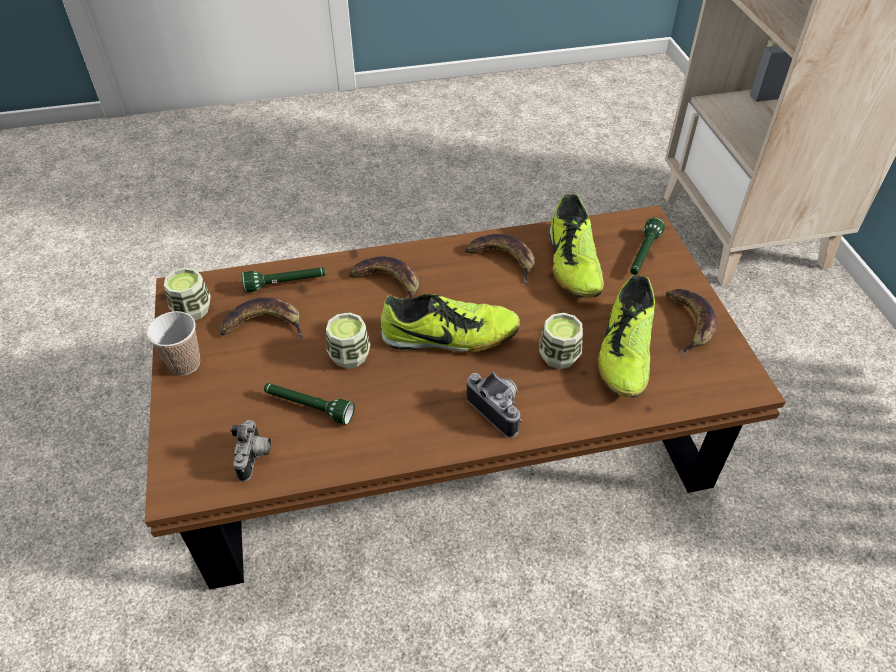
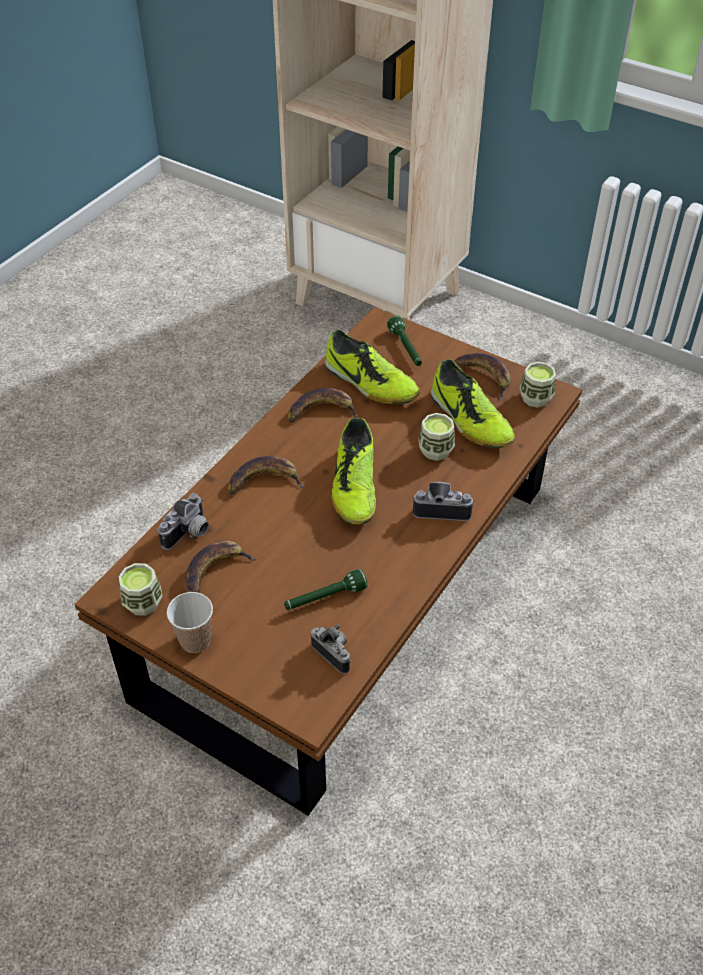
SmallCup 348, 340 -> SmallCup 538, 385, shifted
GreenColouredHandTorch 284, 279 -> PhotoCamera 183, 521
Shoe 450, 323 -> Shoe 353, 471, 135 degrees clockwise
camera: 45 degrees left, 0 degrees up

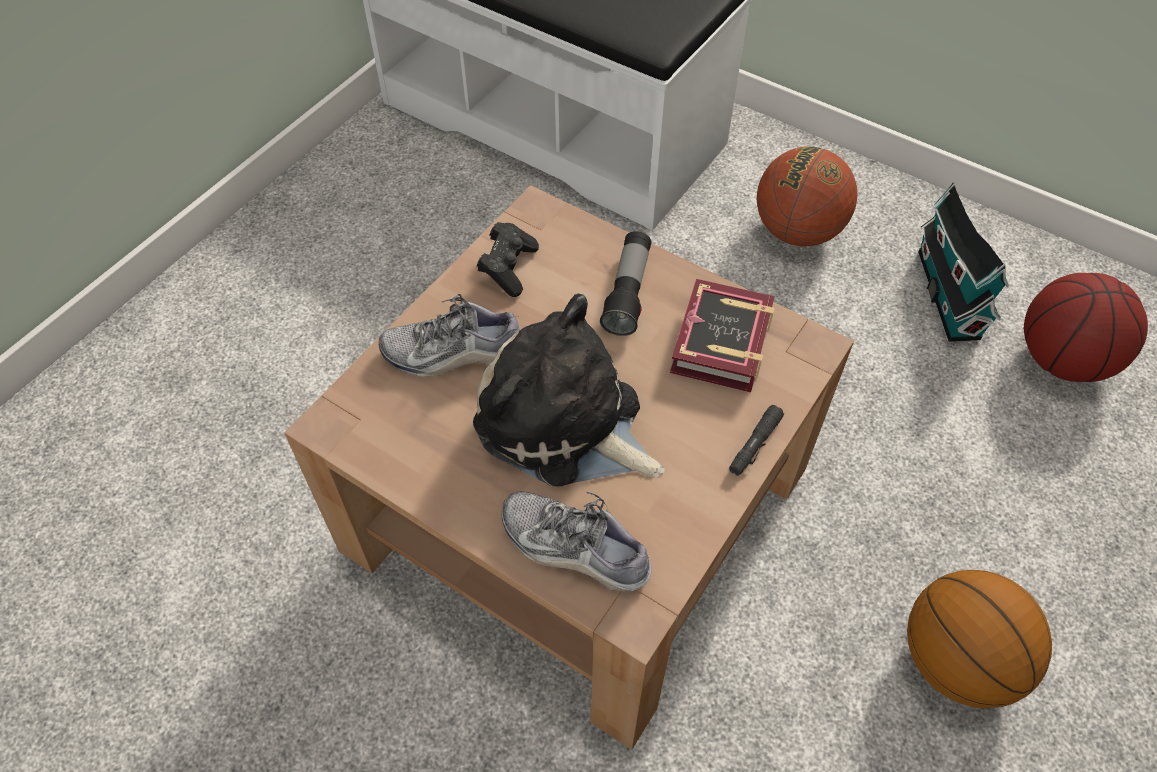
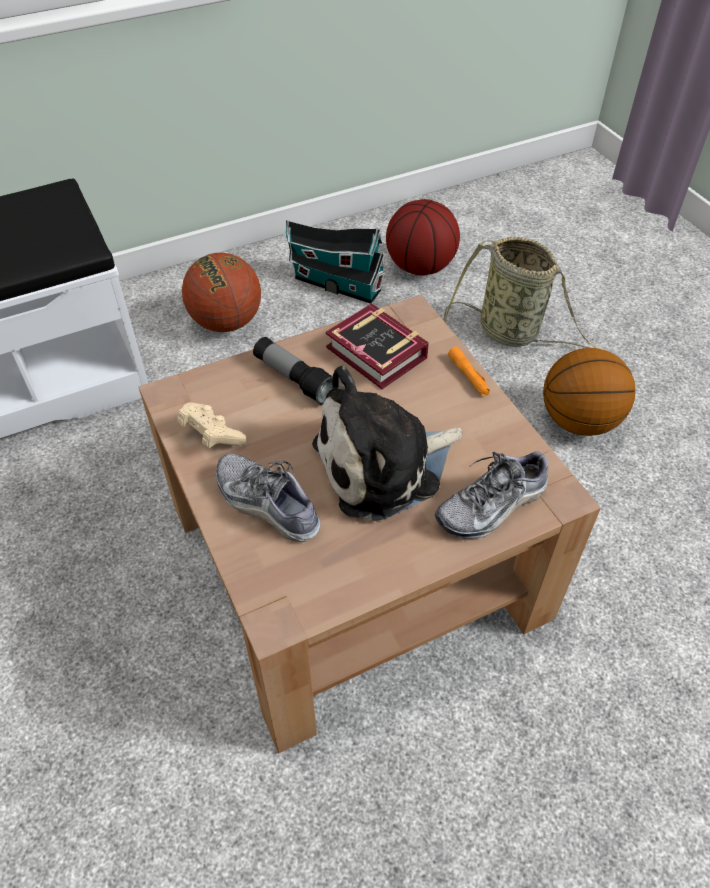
none -> HouseholdBasket 521, 293
BlackGamepad 508, 259 -> BeigeGamepad 212, 425
BlackHandTorch 756, 440 -> OrangeHandTorch 469, 371
Shoe 449, 335 -> Shoe 268, 497, 105 degrees clockwise
camera: 60 degrees left, 5 degrees down

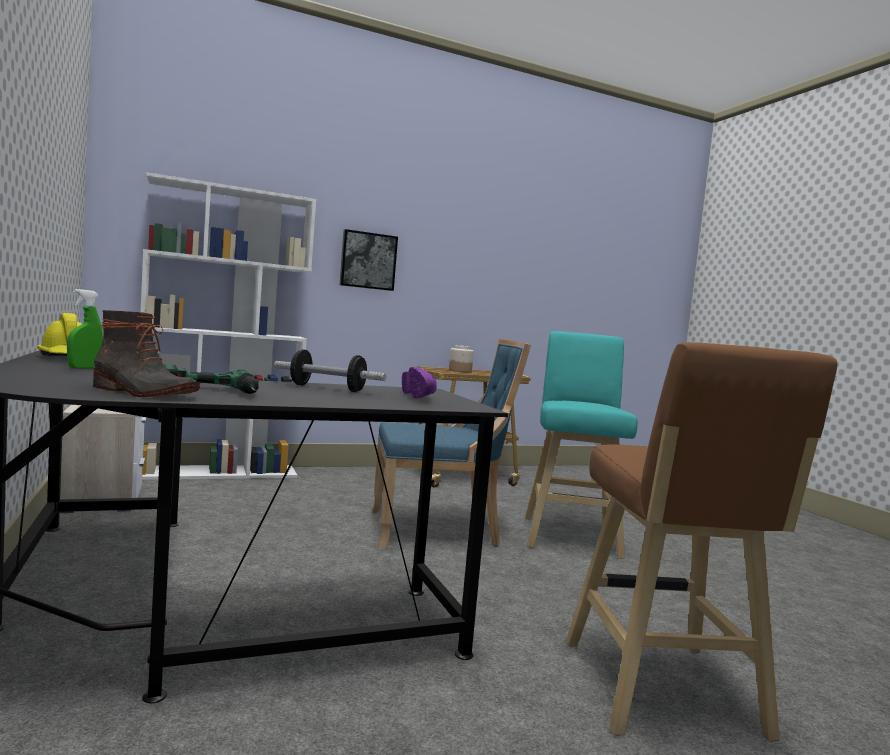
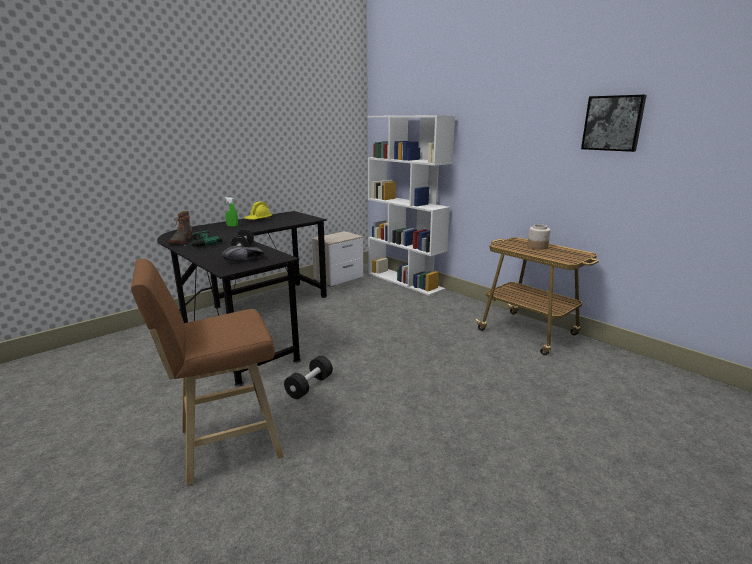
BlueColouredPlainChair 451, 444 -> none
BlueGreenSittingStool 581, 445 -> none
none -> BlackDumbbell 308, 377
Picture 369, 260 -> Picture 614, 123, shifted
PurpleColouredShoe 419, 383 -> BlackShoe 243, 253
camera: 70 degrees right, 15 degrees up

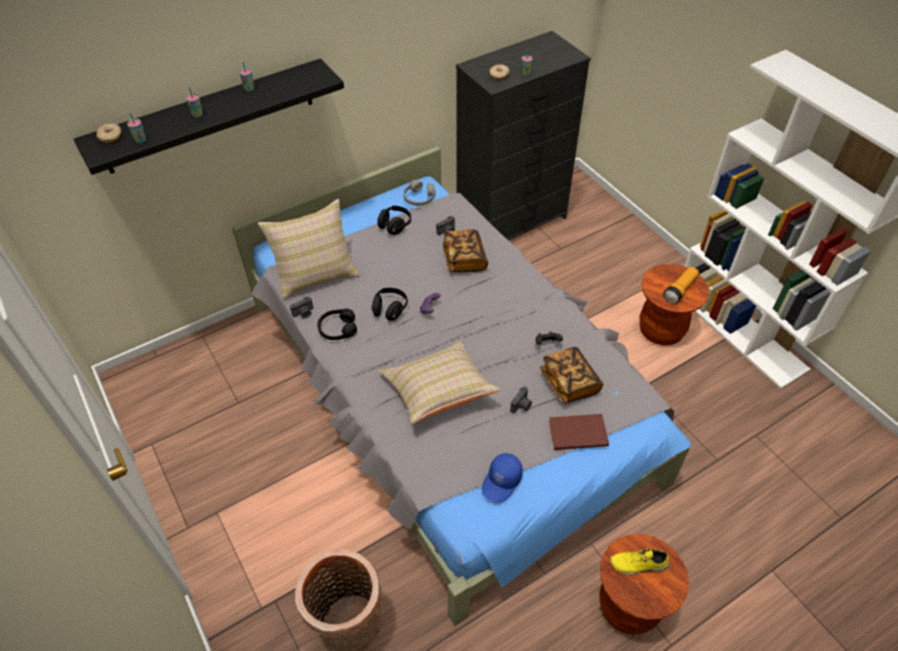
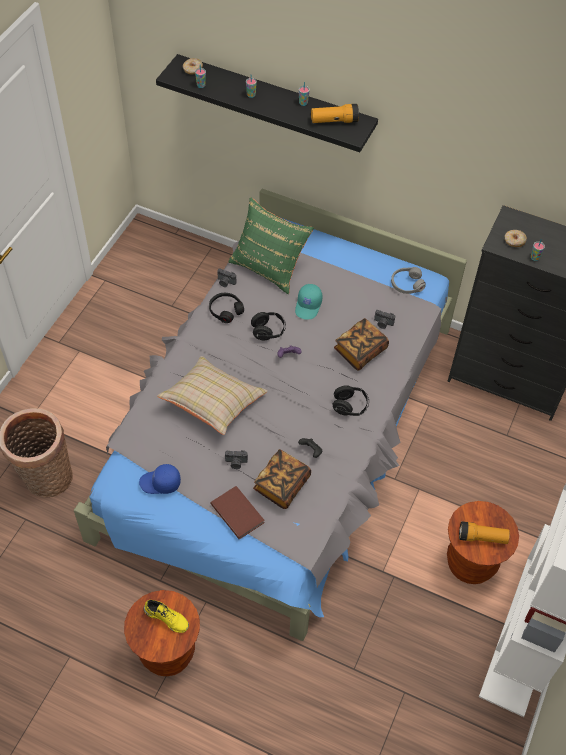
none -> BlueGreenCap 308, 302
none -> HandTorch 335, 113
BlackHeadset 394, 220 -> BlackHeadset 351, 400, shifted
BeigeCushion 309, 249 -> GreenColouredCushion 271, 245
YellowishShoe 639, 561 -> YellowishShoe 166, 616, 150 degrees clockwise
camera: 55 degrees right, 5 degrees up

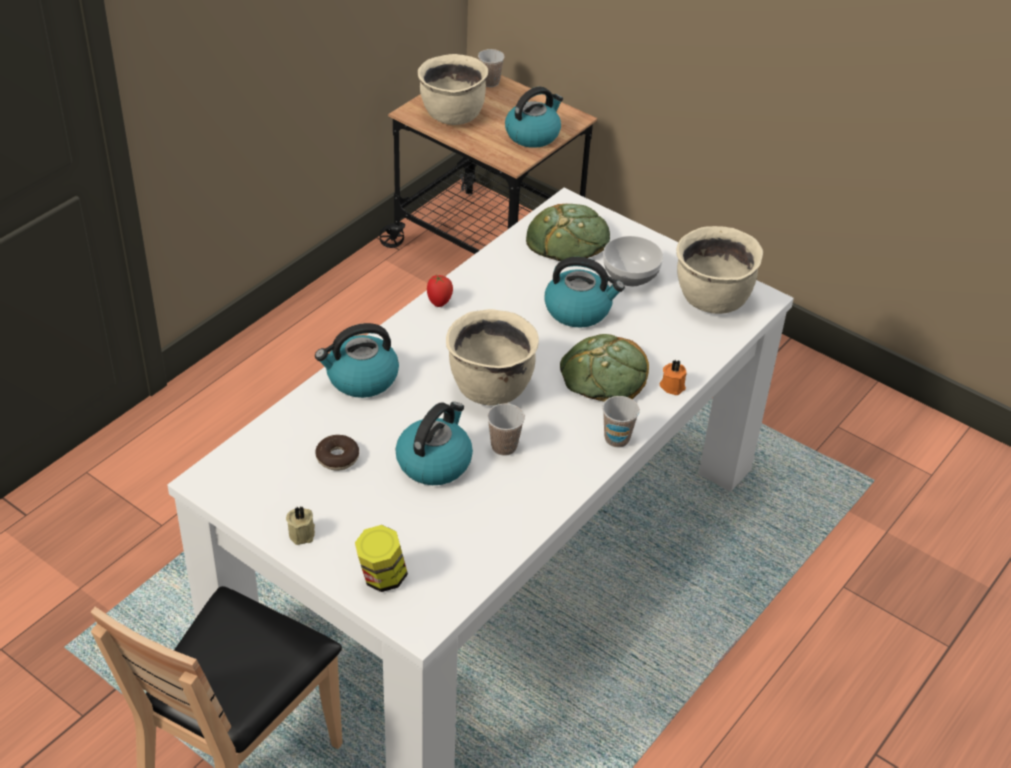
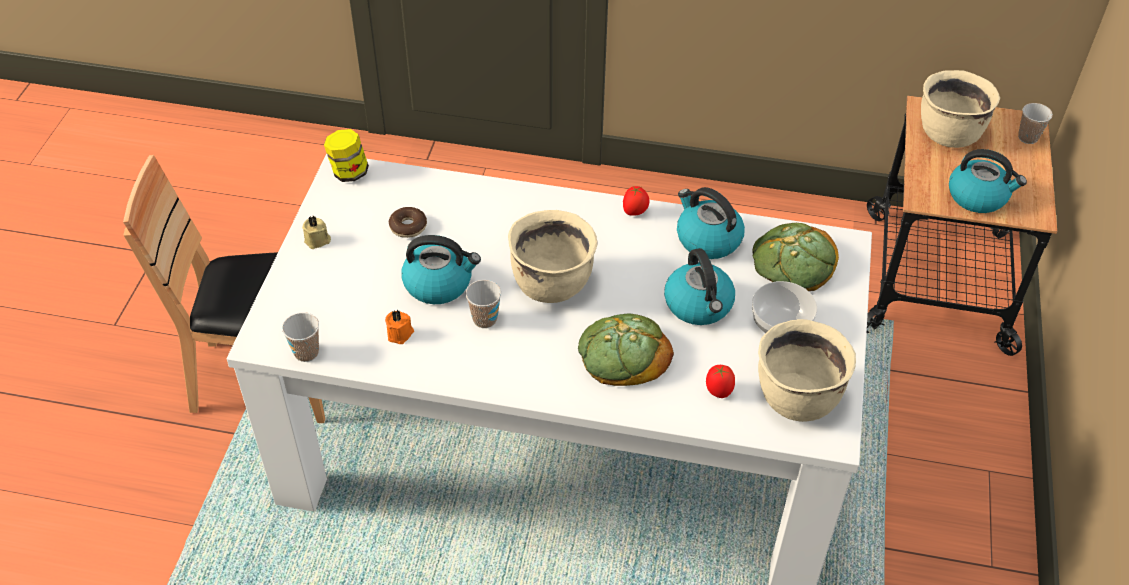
none -> Tomato 720, 381
Kettle 357, 360 -> Kettle 711, 223, shifted
PreserveJar 381, 558 -> PreserveJar 346, 155, shifted
SmallCup 621, 422 -> SmallCup 300, 337, shifted
OrangeWaxCandle 673, 377 -> OrangeWaxCandle 399, 327, shifted
camera: 65 degrees right, 5 degrees up

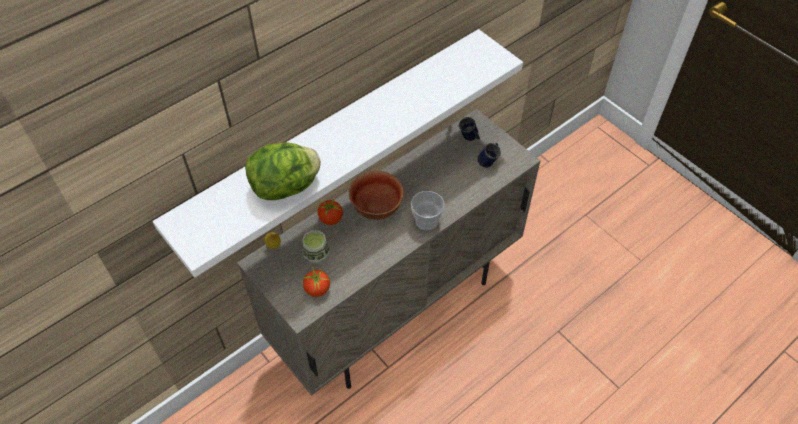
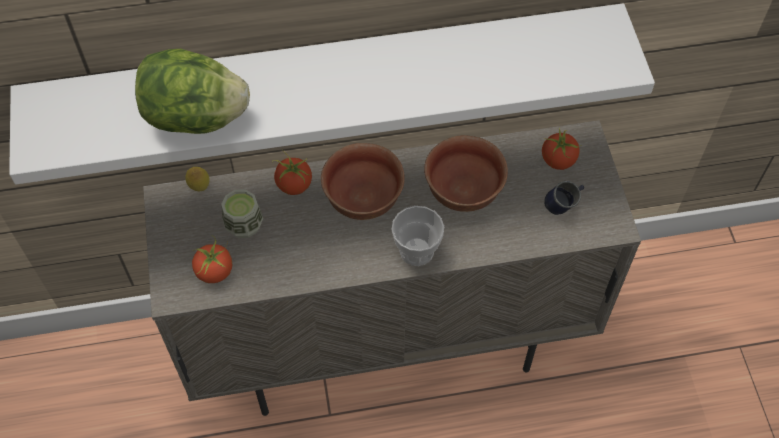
none -> DeepDish 466, 173
BlueColouredTeaMug 469, 129 -> Tomato 562, 148
camera: 30 degrees right, 5 degrees up

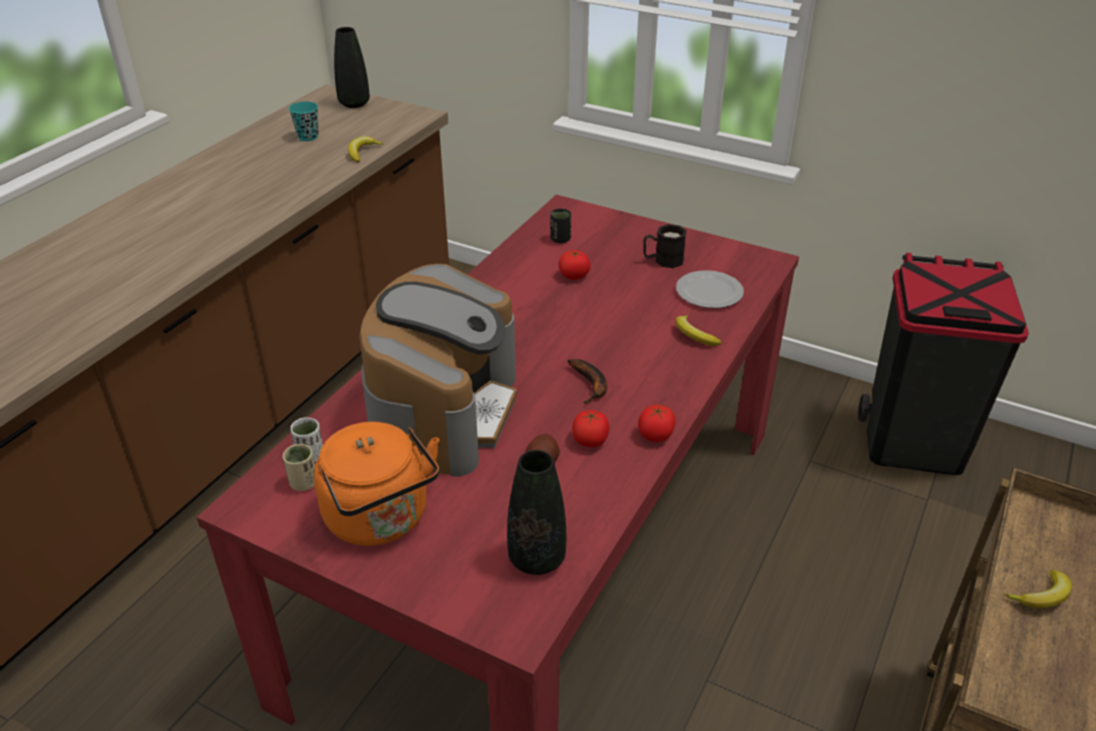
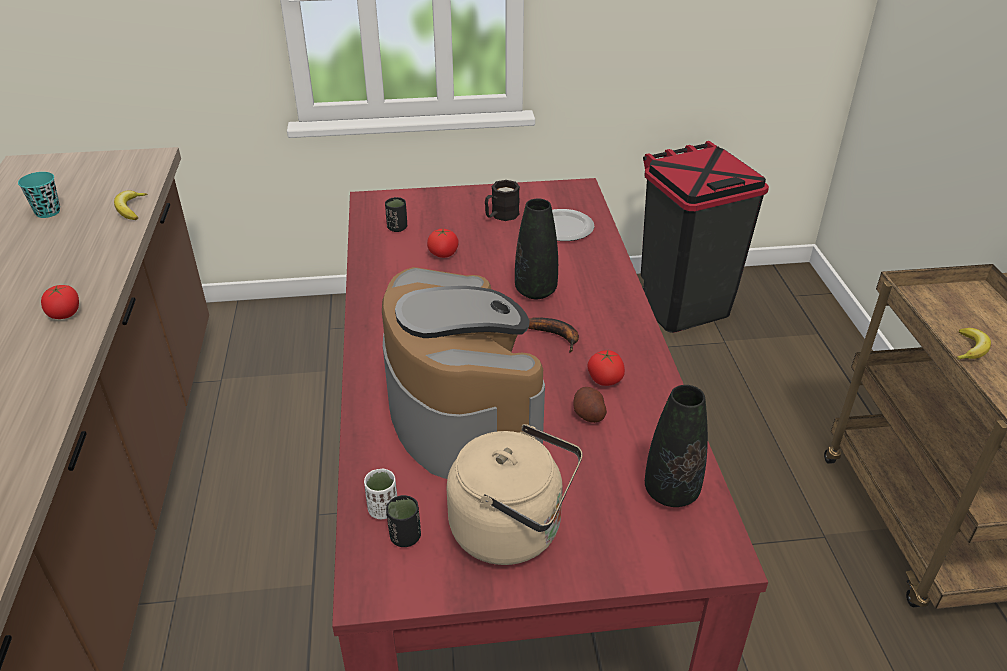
WholeBanana 698, 330 -> none
BlackVase 352, 67 -> BlackVase 536, 249, shifted
Tomato 657, 423 -> Tomato 60, 302, shifted
BeigeSmallCup 299, 467 -> BlackSmallCup 403, 521
OrangeKettle 376, 484 -> BeigeKettle 514, 494
camera: 35 degrees left, 0 degrees up

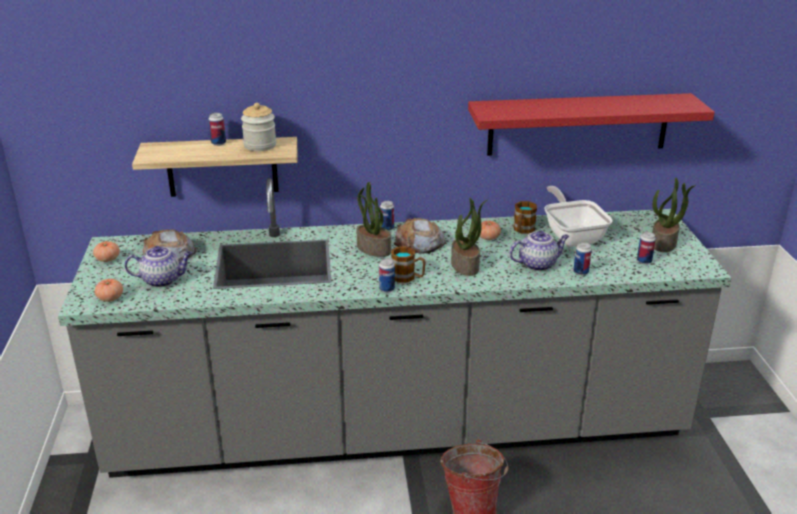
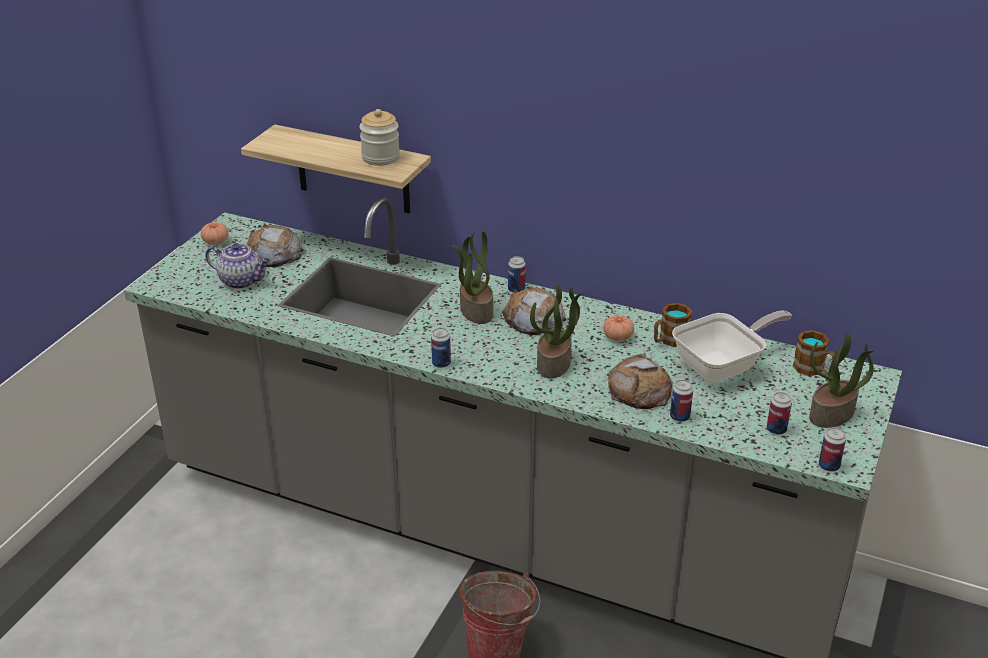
Tomato 109, 290 -> none
RedWallShelf 591, 124 -> none
SealedCan 217, 129 -> SealedCan 832, 450, shifted
TeaMug 408, 264 -> TeaMug 814, 353, shifted
TeaPot 539, 251 -> BakedBread 640, 381
Pan 578, 216 -> Pan 732, 347, 45 degrees clockwise
camera: 30 degrees right, 5 degrees up

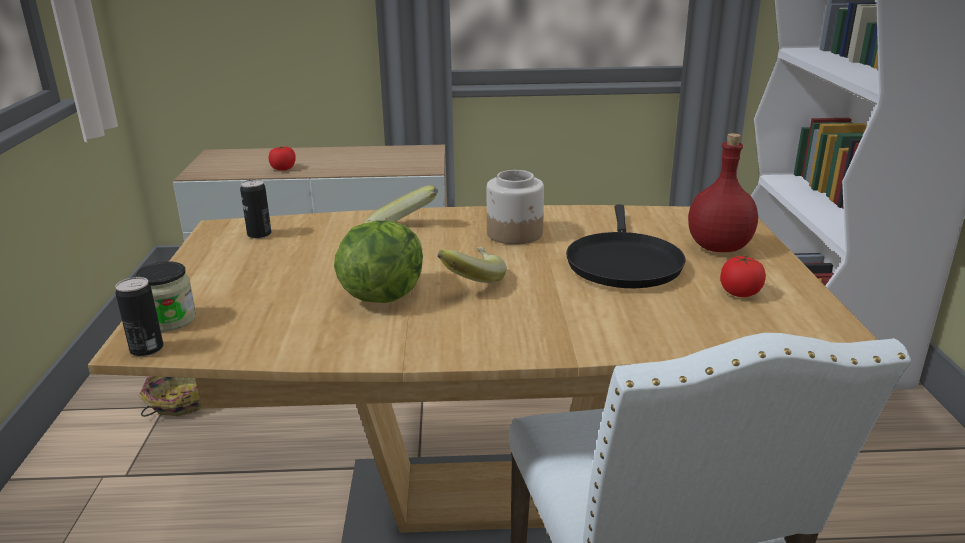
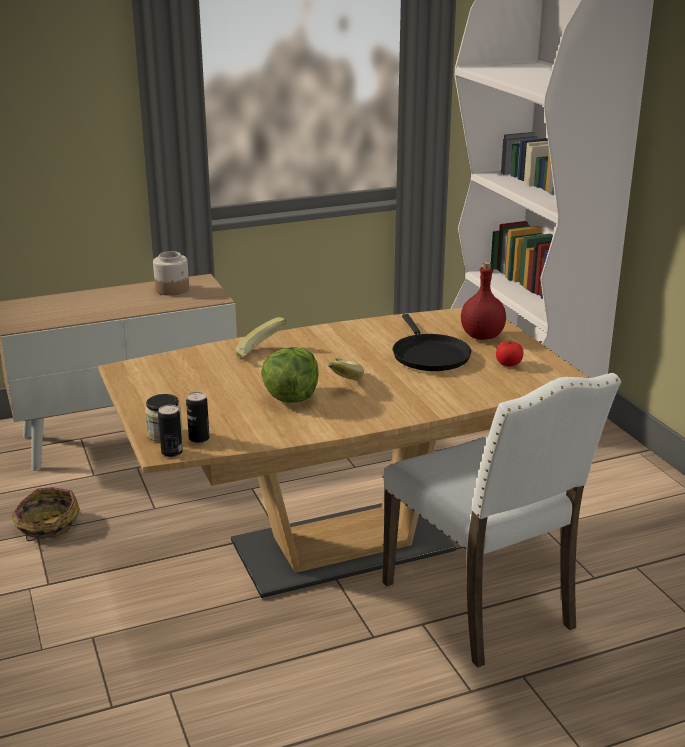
Tomato 282, 158 -> none
SealedCan 256, 209 -> SealedCan 198, 417, shifted
PreserveJar 515, 207 -> PreserveJar 171, 273, shifted
camera: 20 degrees left, 0 degrees up

